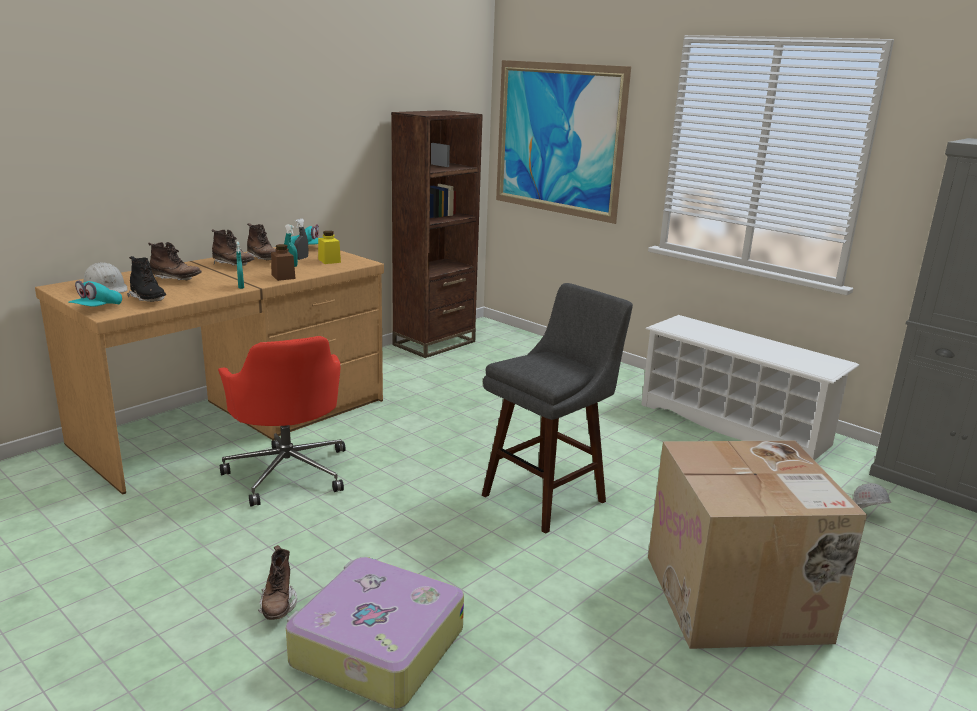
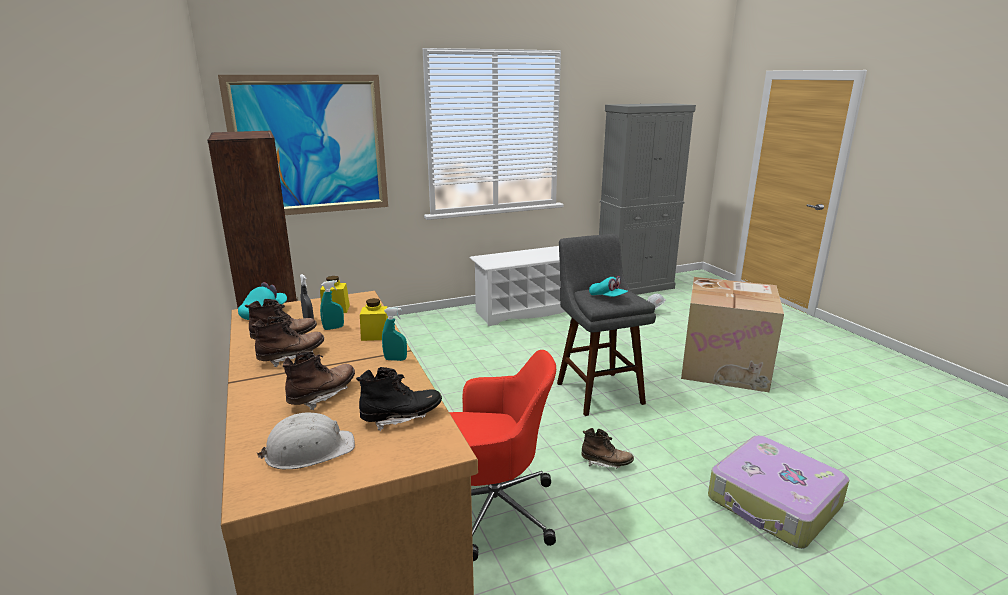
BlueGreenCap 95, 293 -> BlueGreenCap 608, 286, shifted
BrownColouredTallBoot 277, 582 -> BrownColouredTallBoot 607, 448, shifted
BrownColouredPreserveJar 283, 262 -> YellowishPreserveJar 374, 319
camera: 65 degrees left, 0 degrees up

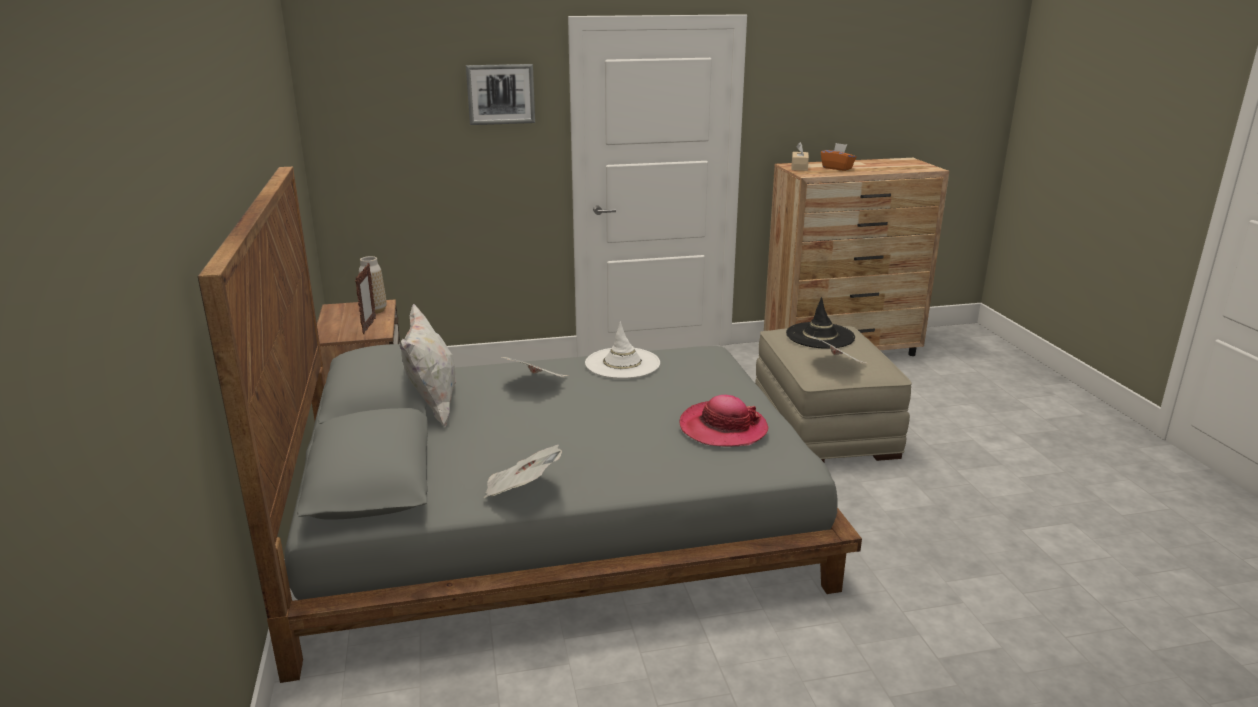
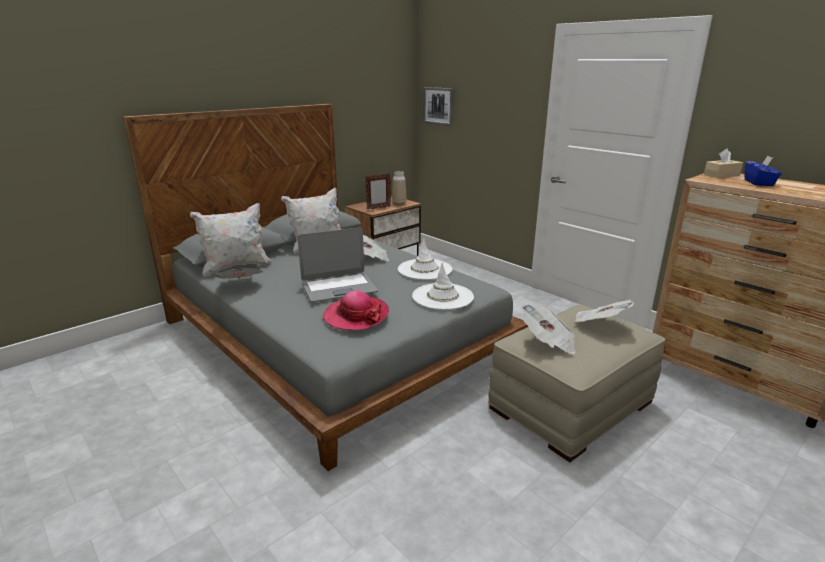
none -> WhitishCushion 231, 239
none -> Laptop 337, 264
none -> WhitishClothingHat 443, 286
Picture 500, 94 -> Picture 438, 106, shifted
BlackClothingHat 820, 323 -> DailyPaper 603, 311
OrangeTissueBox 838, 157 -> BlueColouredTissueBox 763, 171
camera: 60 degrees right, 0 degrees up

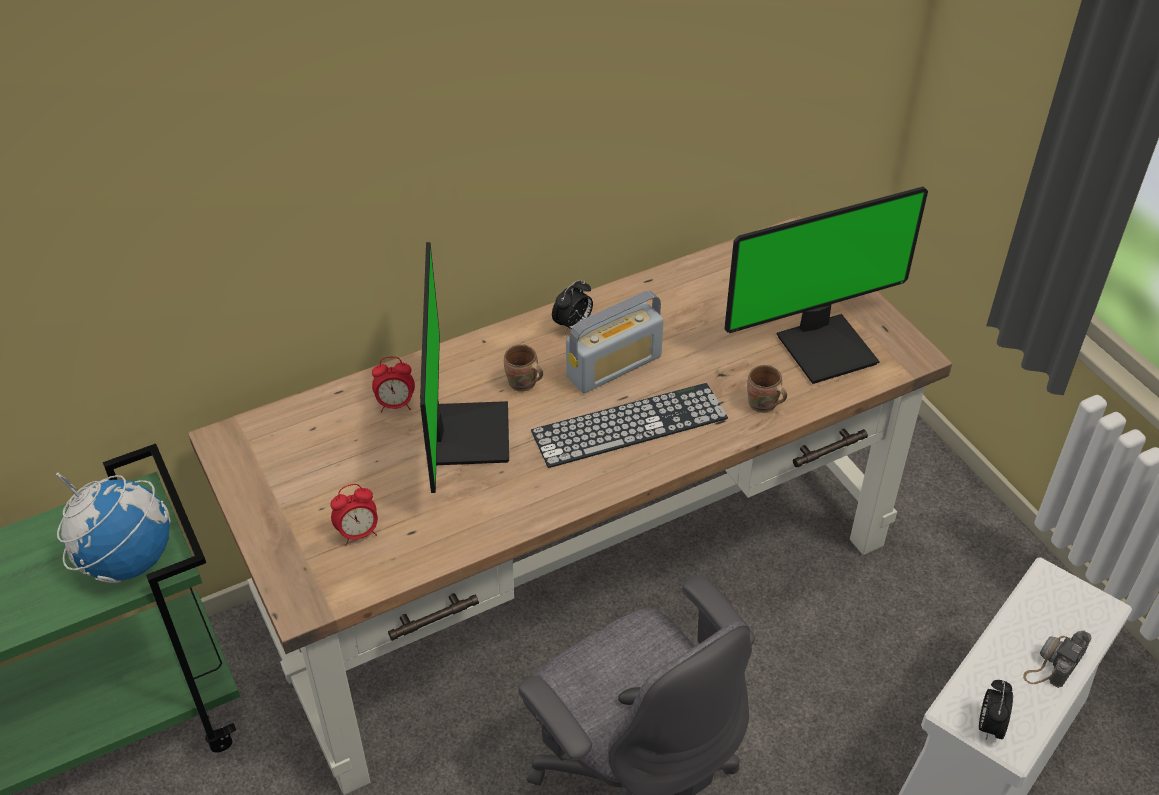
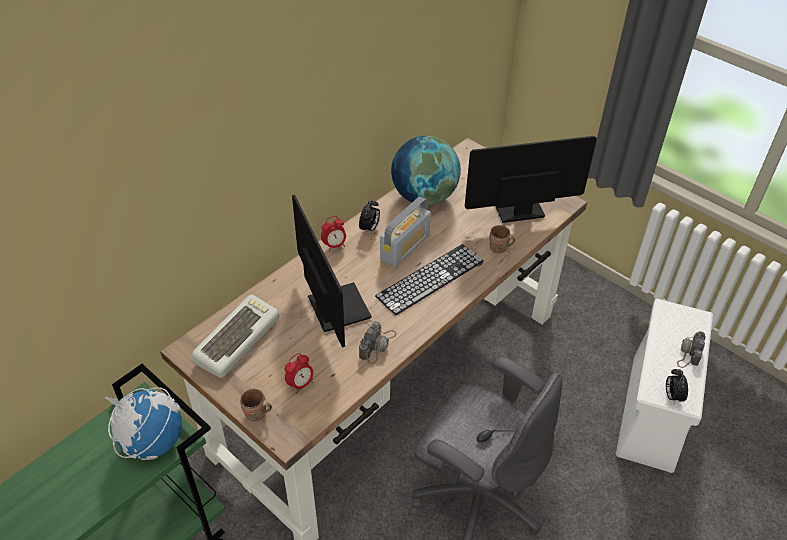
none -> Keyboard 235, 336
none -> PhotoCamera 378, 342
none -> Globe 426, 170
TableClock 393, 384 -> TableClock 333, 234, shifted
BrownColouredTeaMug 523, 368 -> BrownColouredTeaMug 256, 405, shifted
ComputerDisplay 826, 285 -> ComputerDisplay 531, 179, 150 degrees counterclockwise
camera: 20 degrees left, 0 degrees up

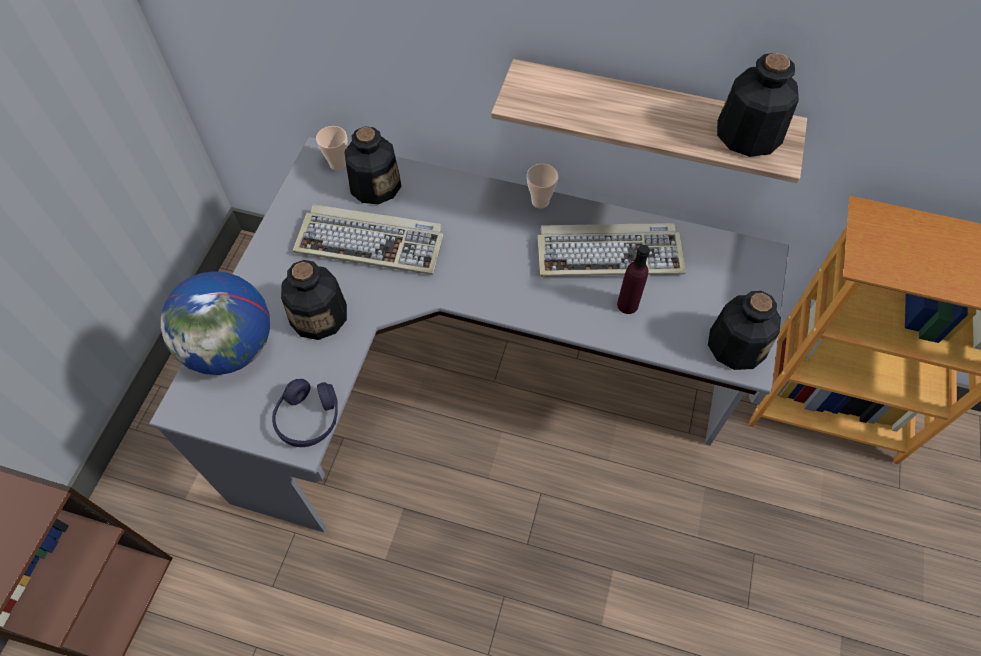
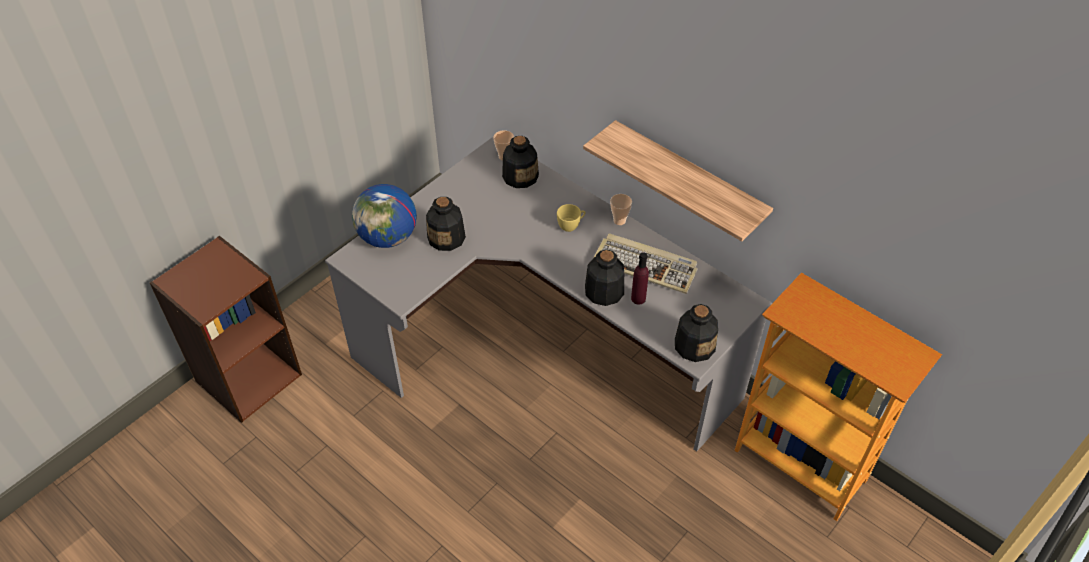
PurpleColouredHeadset 305, 413 -> none
Keyboard 368, 240 -> none
none -> YellowishSmallCup 571, 218
DrinkBottle 758, 105 -> DrinkBottle 604, 277, shifted
camera: 25 degrees right, 10 degrees down

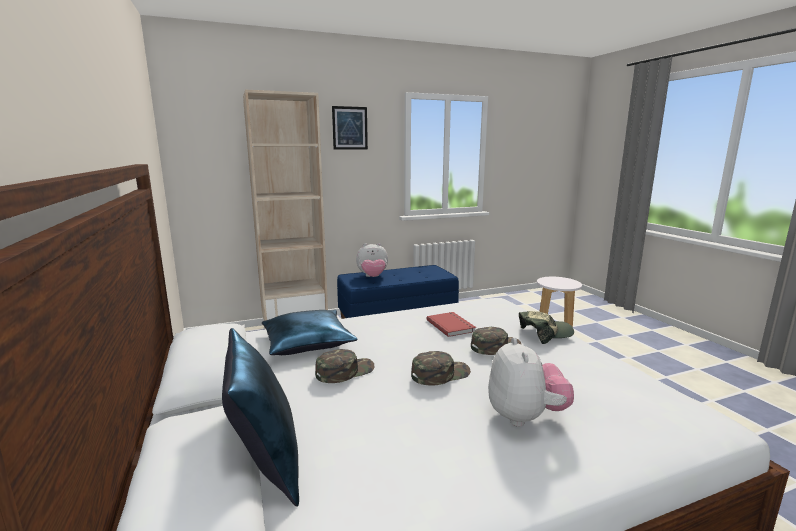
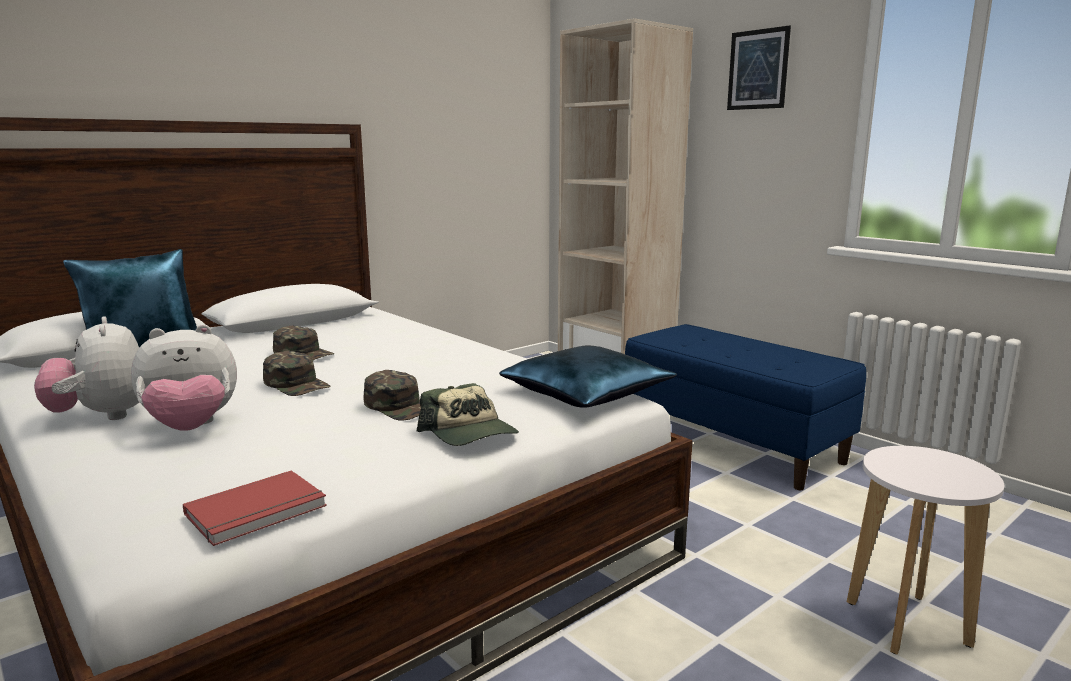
BlueColouredCushion 310, 332 -> BlueColouredCushion 588, 377, shifted
CuddlyToy 372, 260 -> CuddlyToy 86, 368, shifted
RedVolume 451, 324 -> RedVolume 255, 508, shifted
camera: 70 degrees right, 0 degrees up

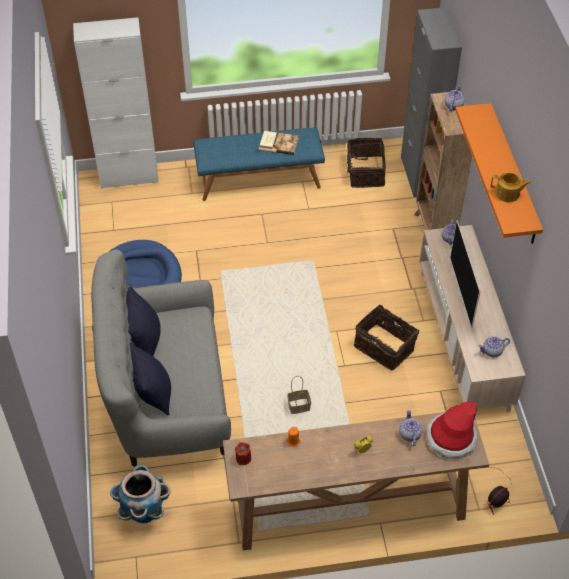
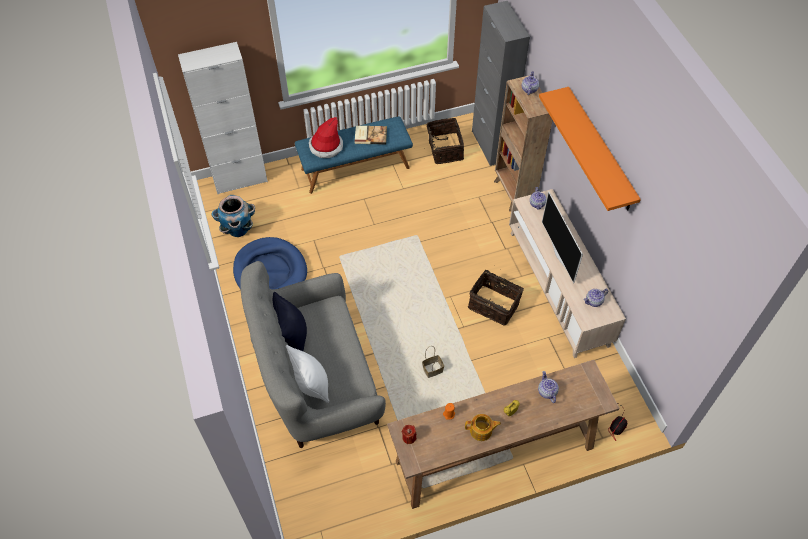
PlantPot 140, 494 -> PlantPot 233, 216, shifted
ClothingHat 451, 430 -> ClothingHat 326, 137, shifted
TeaPot 511, 187 -> TeaPot 483, 427, shifted
BlackCushion 150, 379 -> WhitishCushion 307, 374
camera: 10 degrees left, 5 degrees up

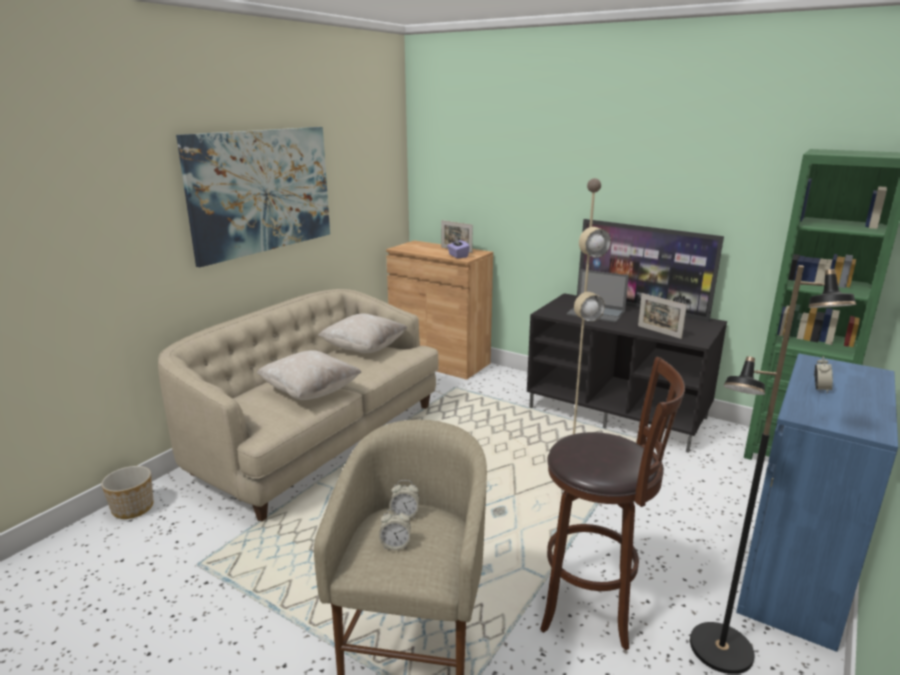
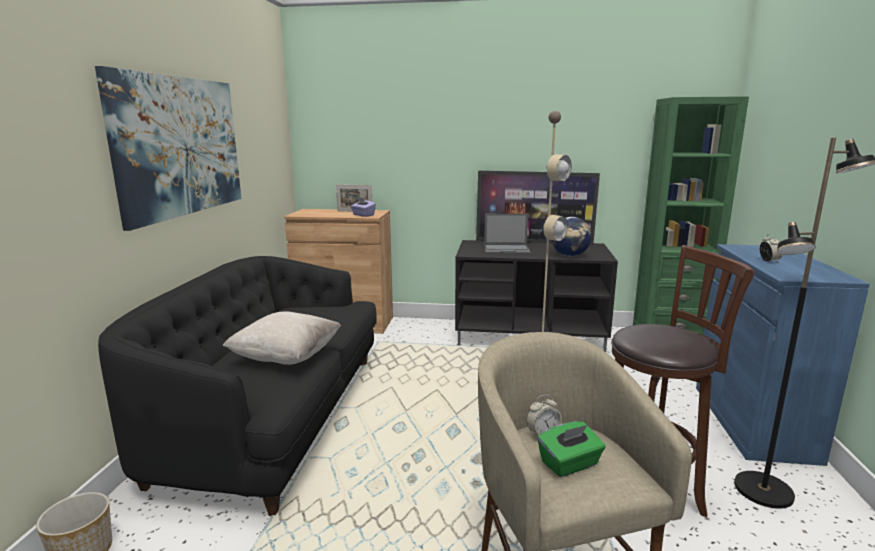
BeigeCushion 363, 333 -> none
TableClock 395, 529 -> GreenColouredTissueBox 571, 449
PictureFrame 662, 316 -> Globe 571, 236
BeigeSettee 298, 405 -> BlackSettee 237, 386
camera: 25 degrees left, 5 degrees down

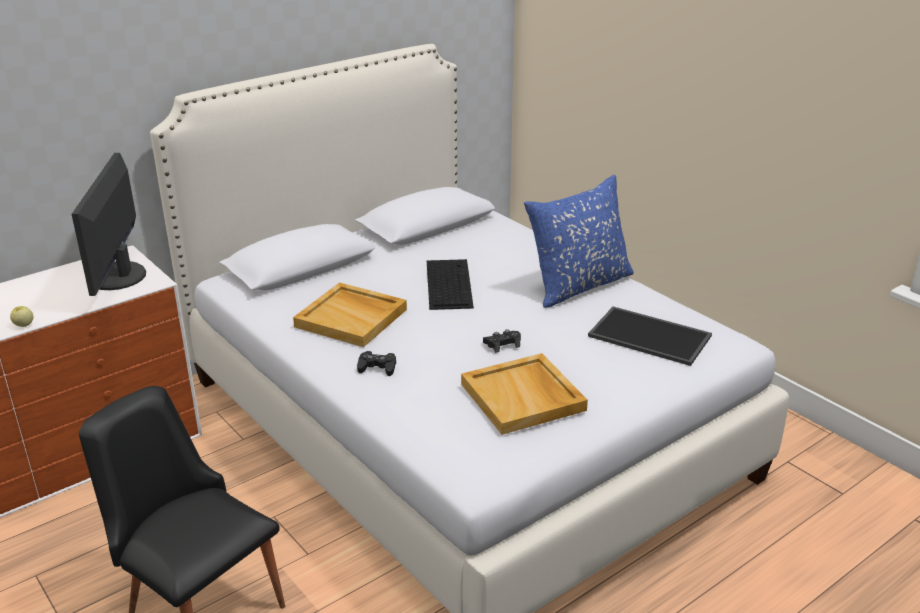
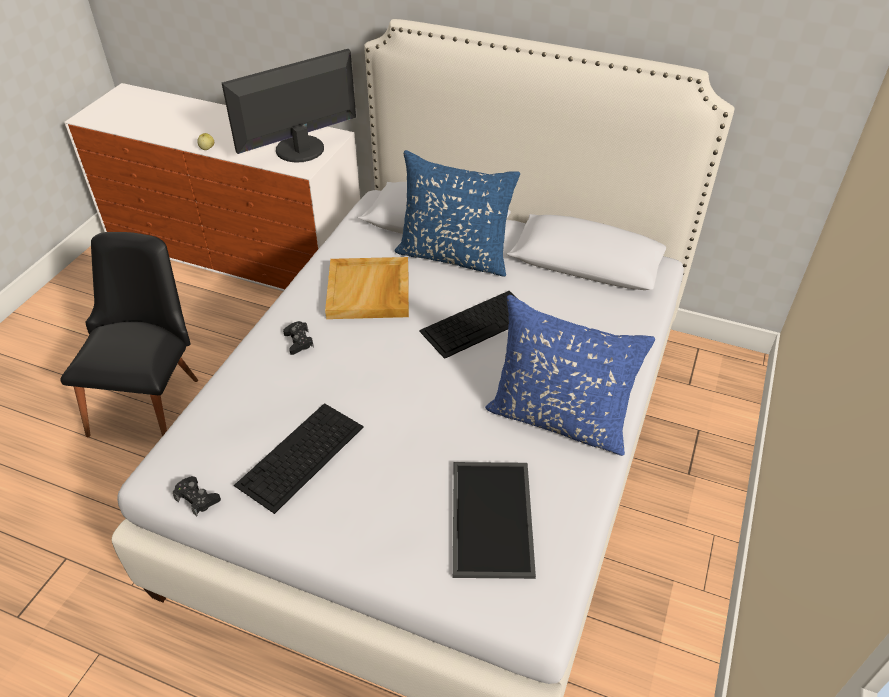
none -> BlueColouredCushion 457, 213
BlackGamepad 502, 341 -> BlackGamepad 197, 496, shifted
BeigeCarryingTray 524, 394 -> Keyboard 299, 458
camera: 60 degrees right, 15 degrees up

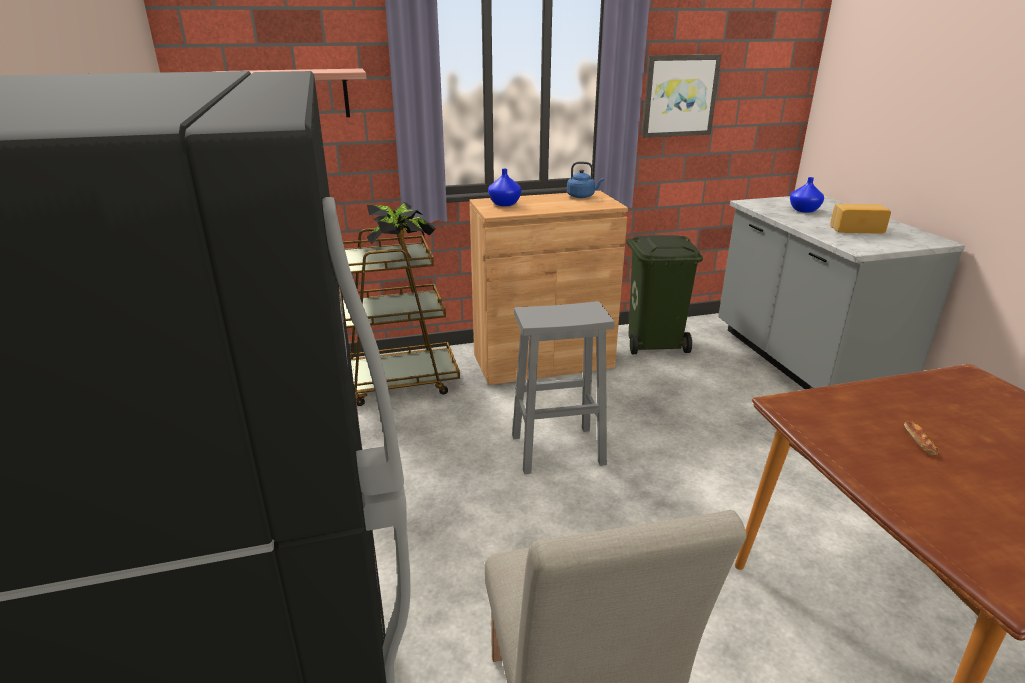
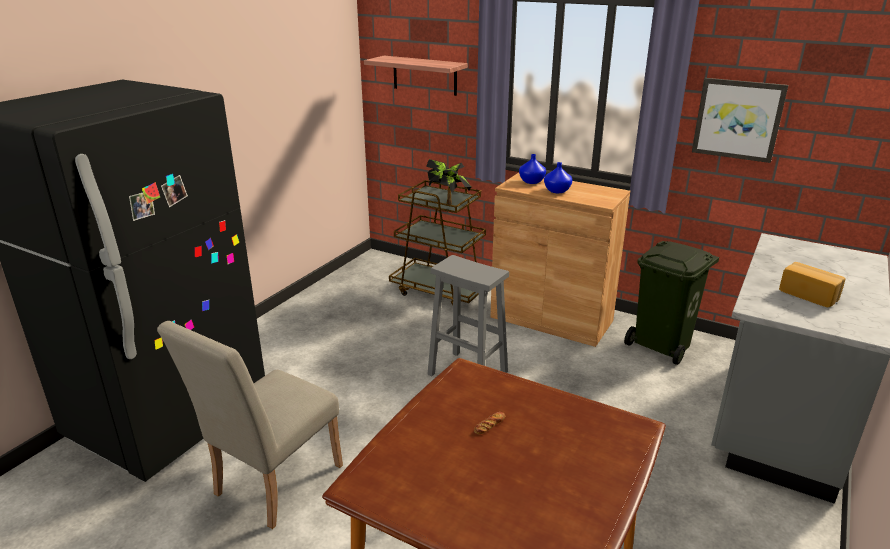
BlueColouredKettle 585, 179 -> none
BlueColouredVase 807, 195 -> BlueColouredVase 558, 177, shifted
camera: 45 degrees right, 0 degrees up

